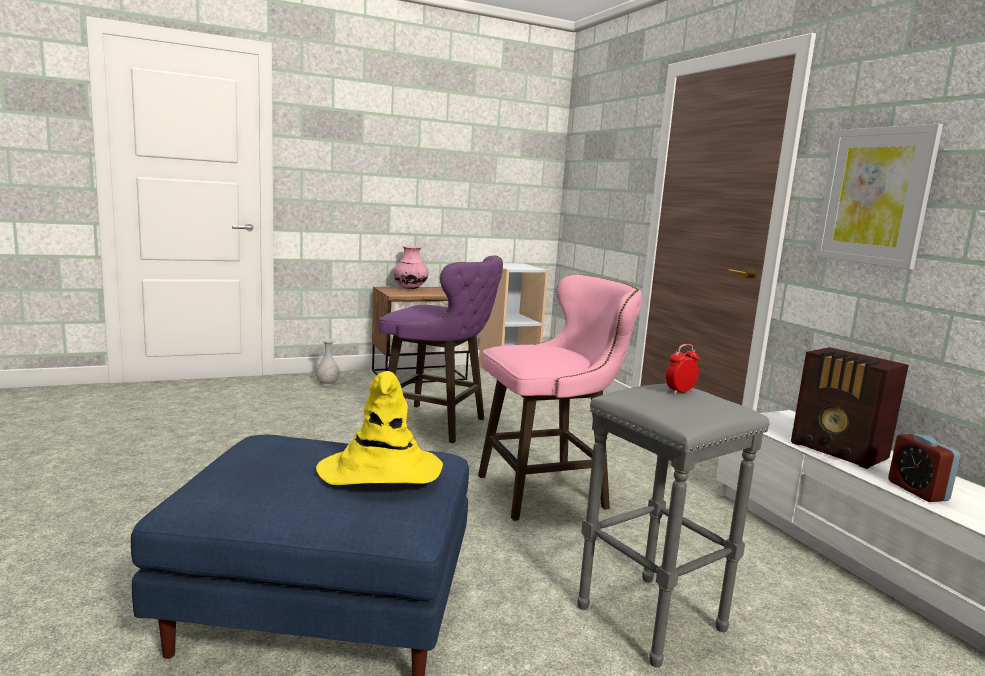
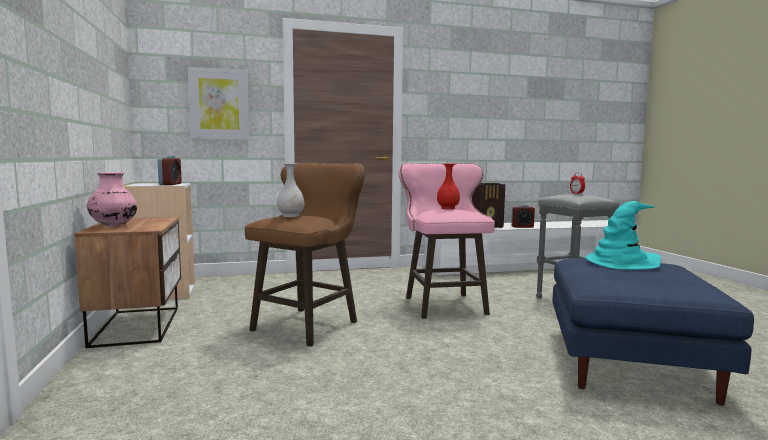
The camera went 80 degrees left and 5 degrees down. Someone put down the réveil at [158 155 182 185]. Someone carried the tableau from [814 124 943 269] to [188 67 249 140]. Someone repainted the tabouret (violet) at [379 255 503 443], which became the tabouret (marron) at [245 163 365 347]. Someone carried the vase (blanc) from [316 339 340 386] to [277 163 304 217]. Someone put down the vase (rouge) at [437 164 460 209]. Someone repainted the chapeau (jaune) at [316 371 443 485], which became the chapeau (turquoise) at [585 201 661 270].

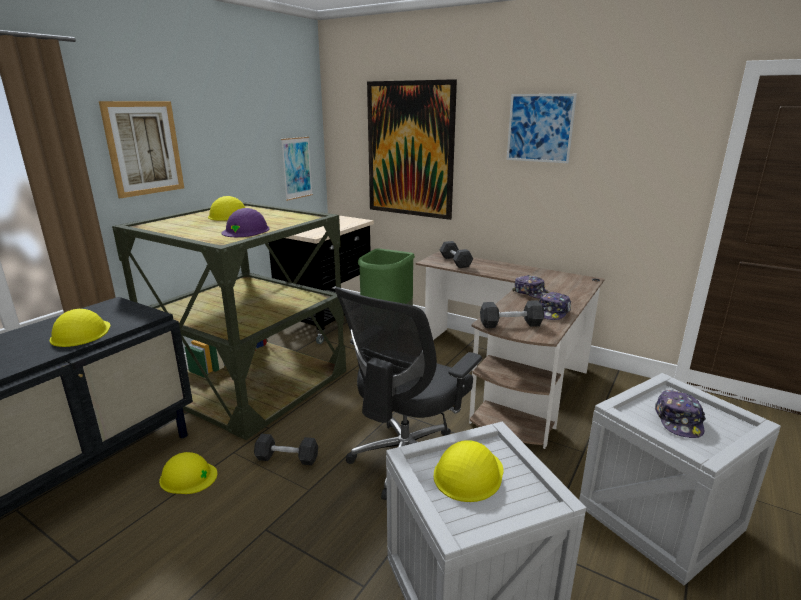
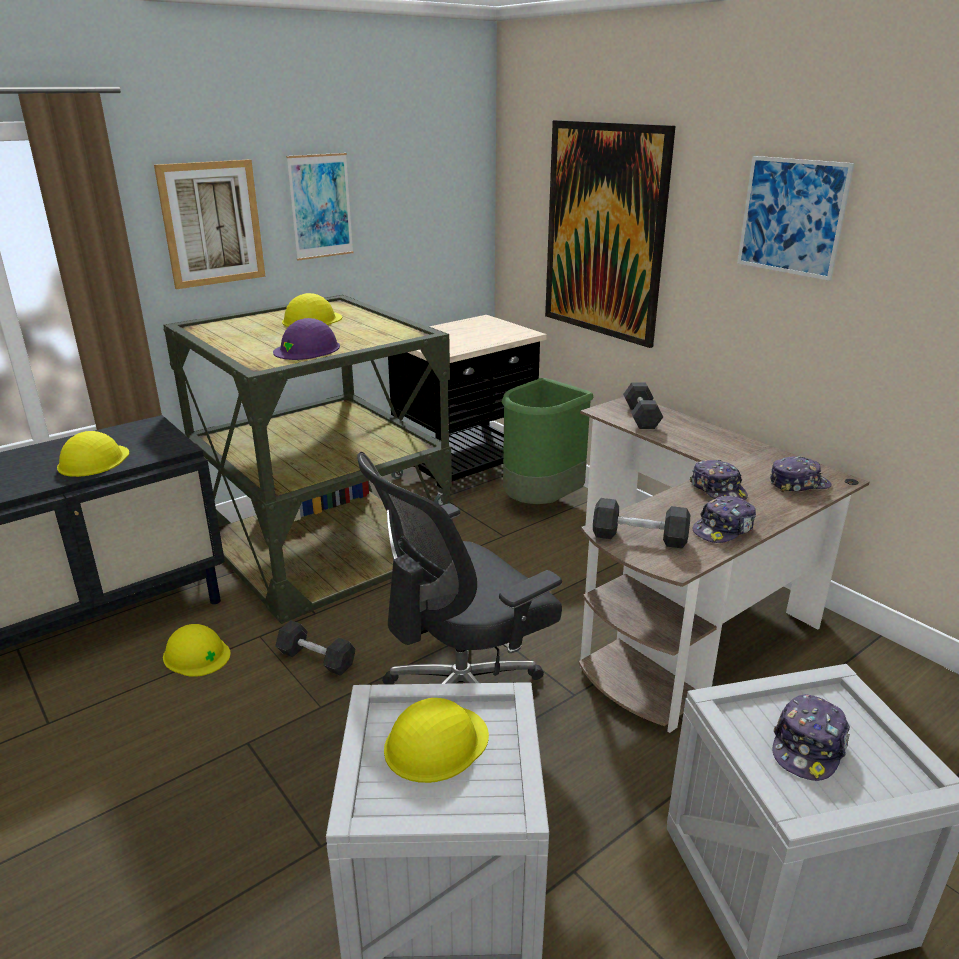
The camera went 20 degrees right and 5 degrees up. Someone carried the tableau from [281 137 313 201] to [286 153 354 261]. Someone put down the casquette at [770 456 832 492].

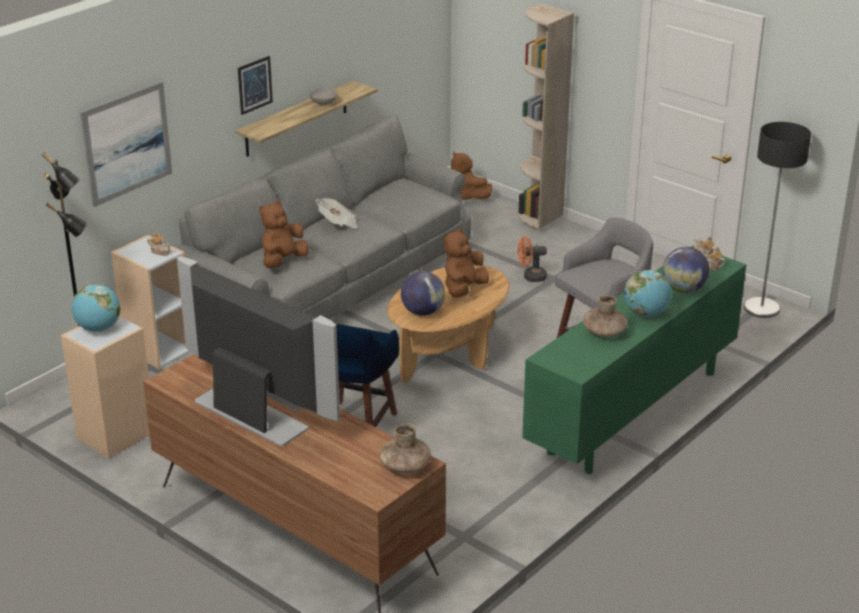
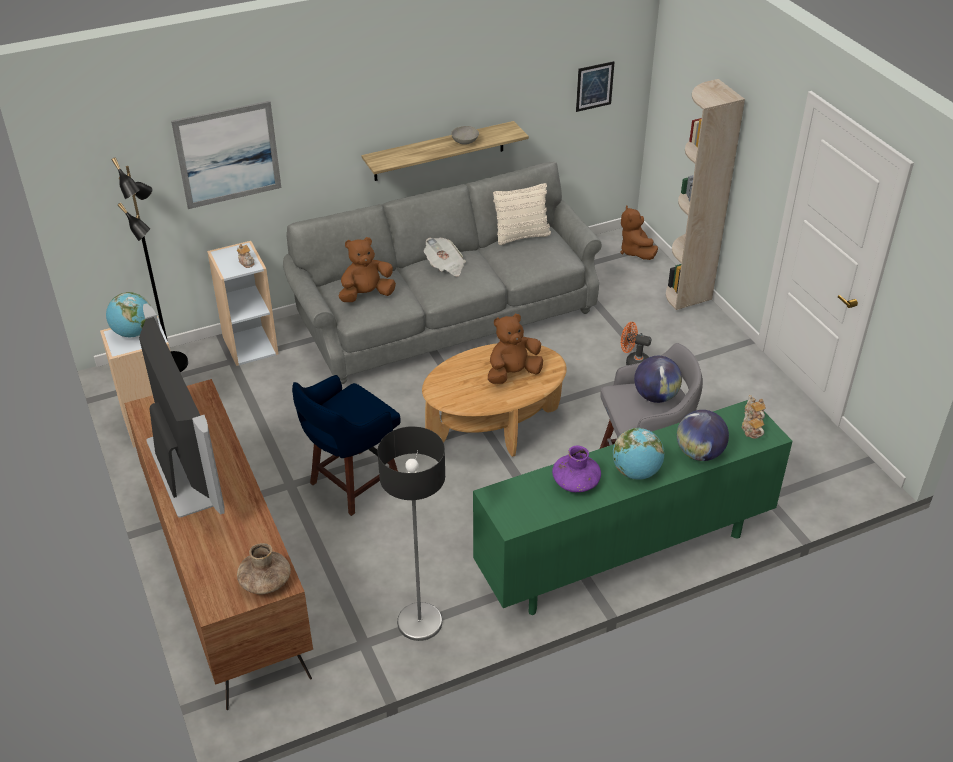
The camera went 25 degrees right and 10 degrees up. Someone carried the lampadaire from [743 122 811 318] to [378 426 445 641]. Someone put down the coussin (beige) at [493 183 551 245]. Someone repainted the vase (marron) at [583 295 628 337], which became the vase (violet) at [552 445 601 492]. Someone carried the tableau from [238 56 273 115] to [576 61 614 112]. Someone carried the globe from [401 271 445 316] to [634 356 682 403].

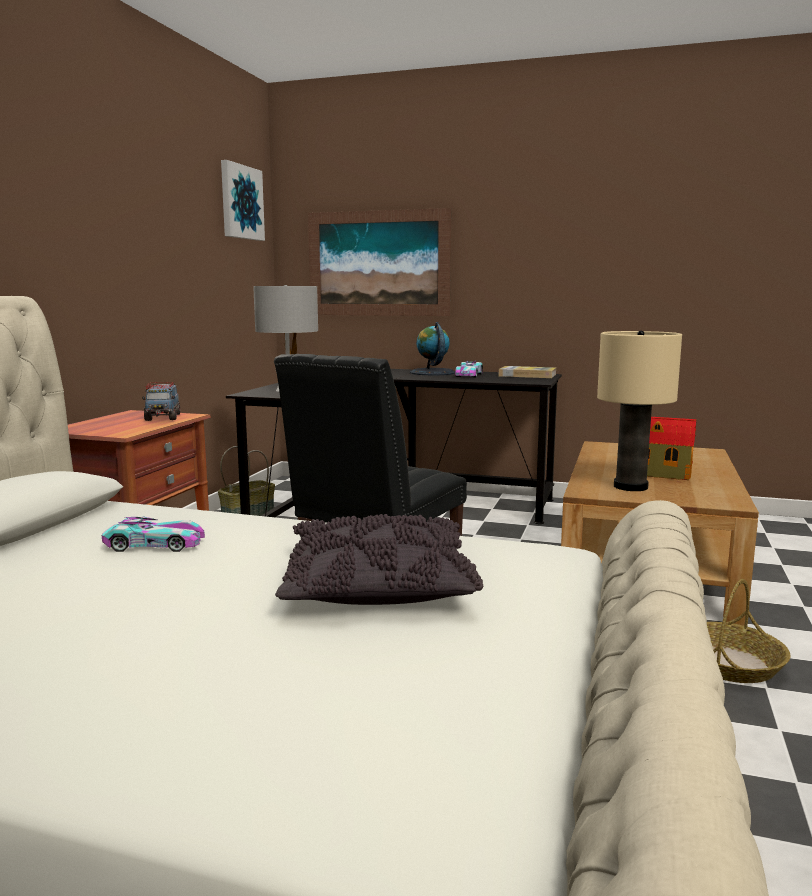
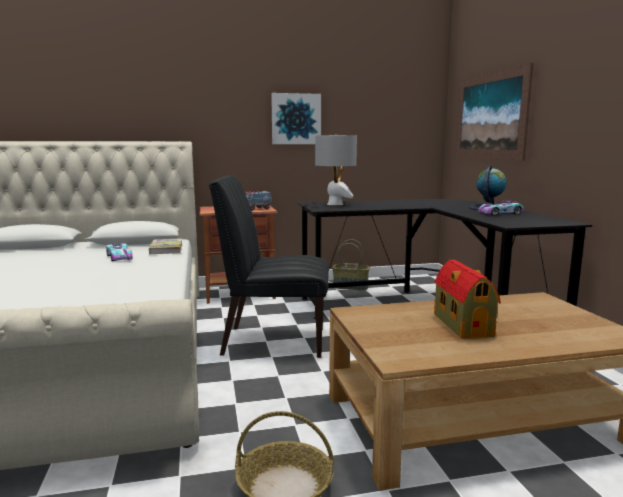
The camera went 60 degrees right and 0 degrees up. Someone carried the livre from [499 366 556 378] to [149 238 183 254]. Someone carried the tableau from [221 160 265 241] to [271 93 321 144]. Someone took away the coussin (noir) at [275 514 484 605]. Someone took away the lampe de table (beige) at [597 331 682 491].

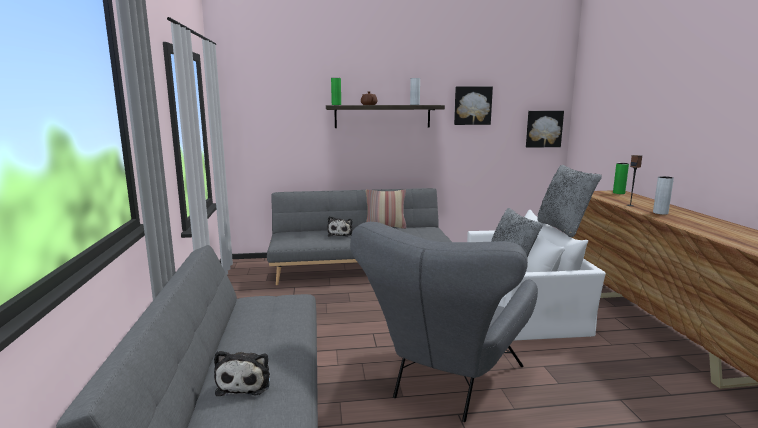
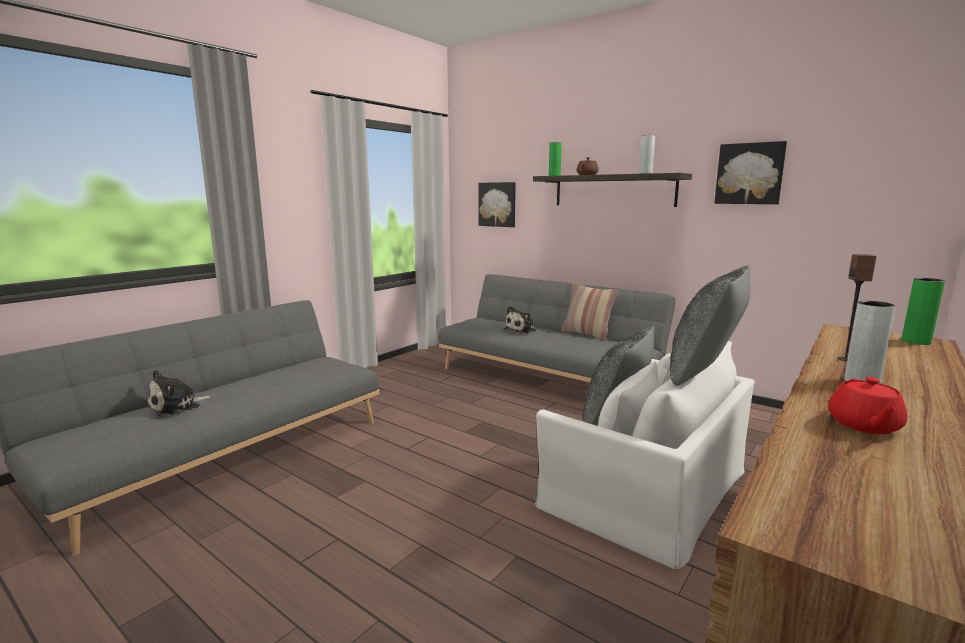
The camera went 45 degrees right and 0 degrees up. Someone carried the tableau from [526 111 564 148] to [478 182 516 227]. Someone put down the théière (rouge) at [828 377 907 434]. Someone took away the fauteuil (gris) at [350 222 538 422].

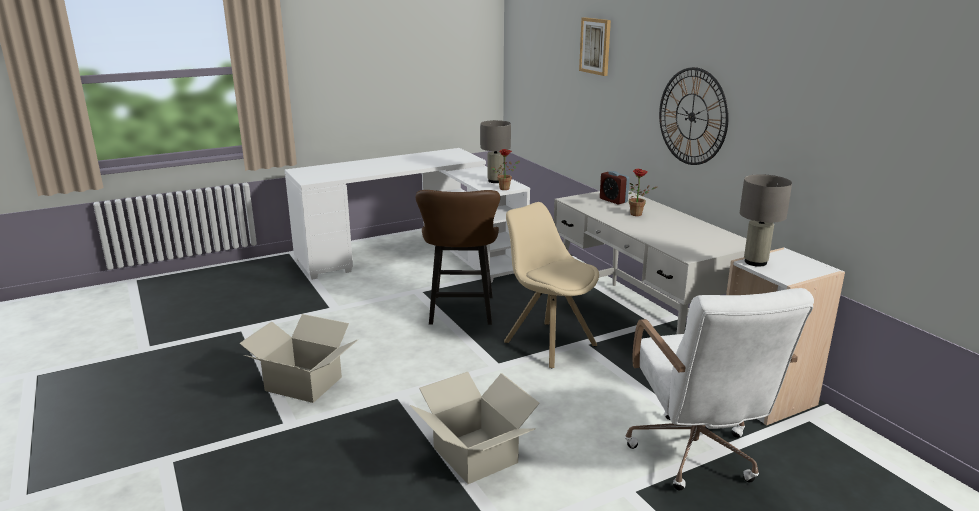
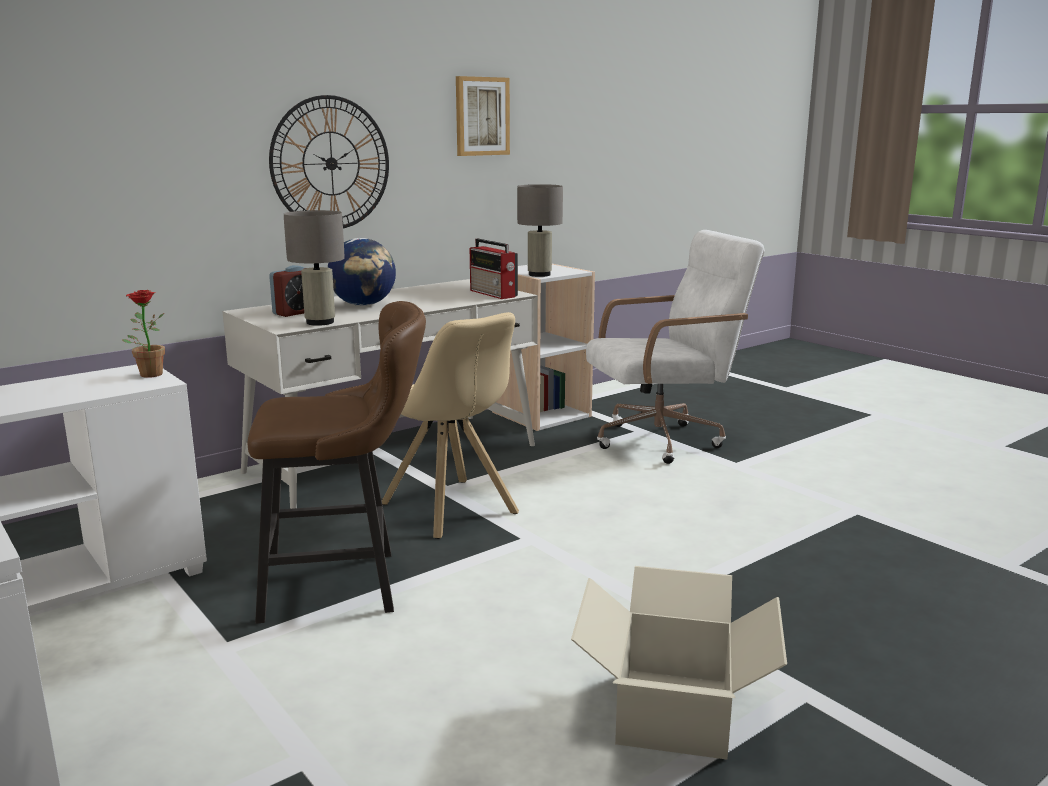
The camera went 100 degrees left and 5 degrees down. Someone carried the lampe de table (gris) from [480 120 511 183] to [284 210 344 326]. Someone swapped the plante en pot at [628 169 657 216] for the globe at [328 238 396 306]. Someone rotated the chaise (beige) at [504 202 599 368] by 75 degrees counterclockwise. Someone carried the tableau from [579 17 611 76] to [456 76 510 156]. Someone put down the radio at [470 239 518 299]. Someone took away the carton at [410 372 540 484].

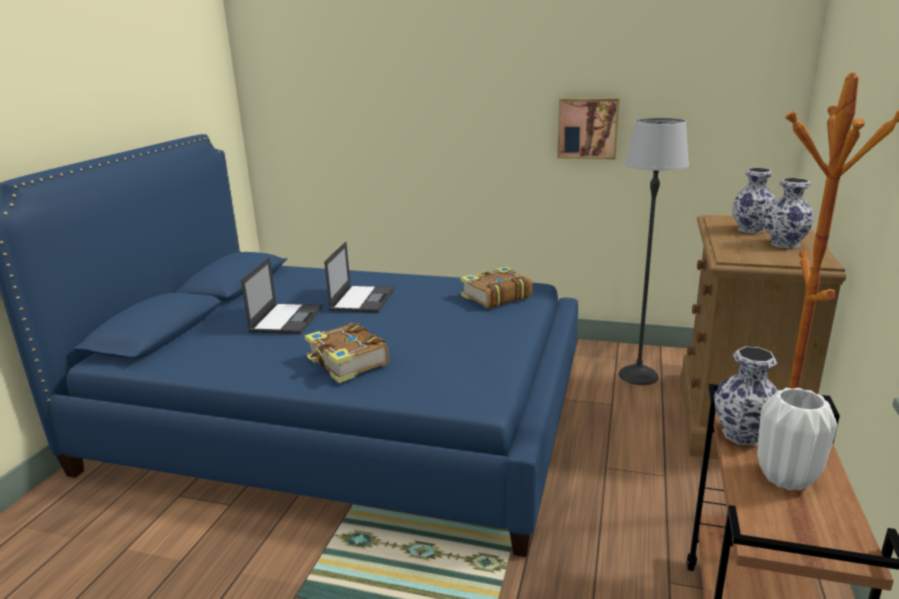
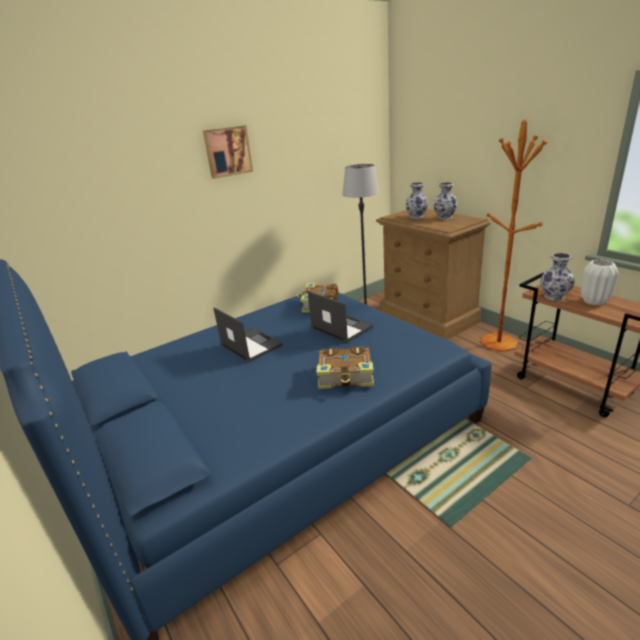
The camera went 50 degrees left and 5 degrees up. Someone carried the tableau from [557 98 620 160] to [203 125 253 179]. Someone carried the ordinateur portable from [241 257 323 334] to [308 291 374 343].

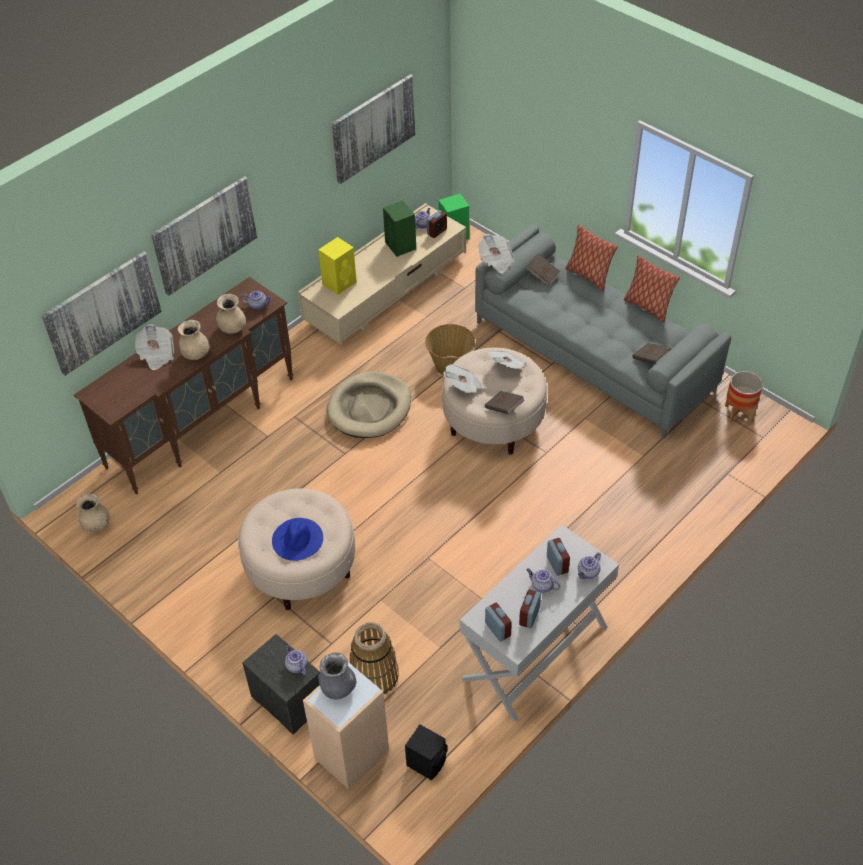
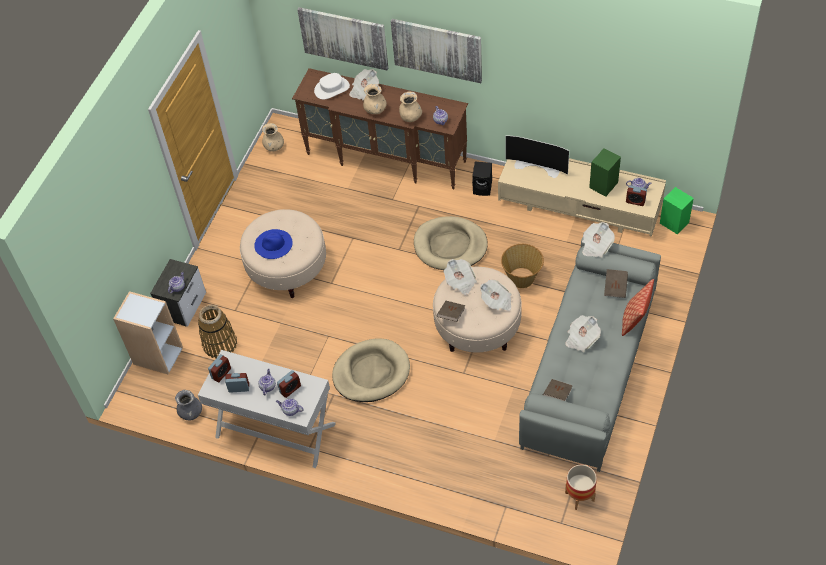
The camera went 70 degrees right and 5 degrees up. Someone carried the vase (gris) from [319 652 356 700] to [175 390 202 421]. Someone put down the chapeau (blanc) at [314 73 350 100]. Someone put down the panier pour chien (beige) at [332 338 410 402]. Someone carried the enceinte (noir) from [405 724 448 781] to [472 162 492 196]. Someone swapped the enceinte (jaune) at [318 237 357 295] for the téléviseur at [506 135 569 178]. Someone put down the journal at [565 315 601 352]. Someone took away the tableau at [332 74 416 184]. Someone took away the coussin at [624 255 680 323].

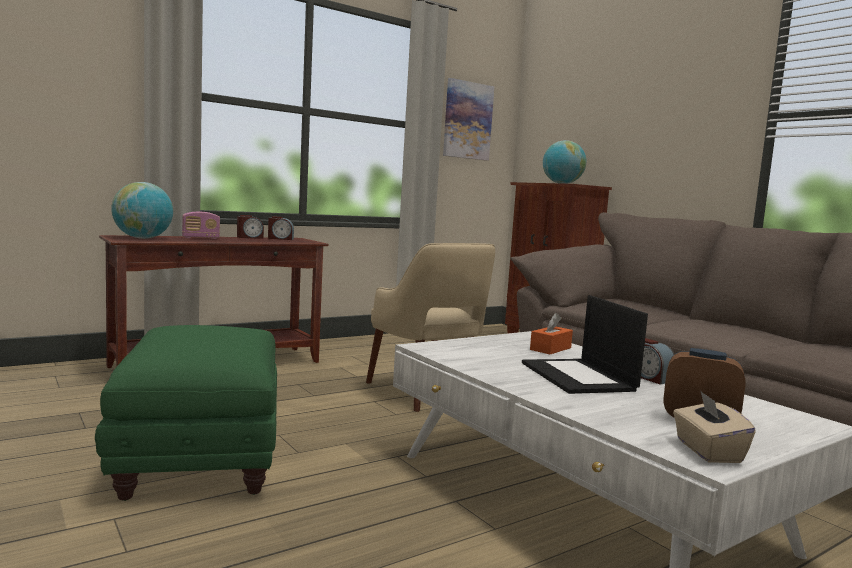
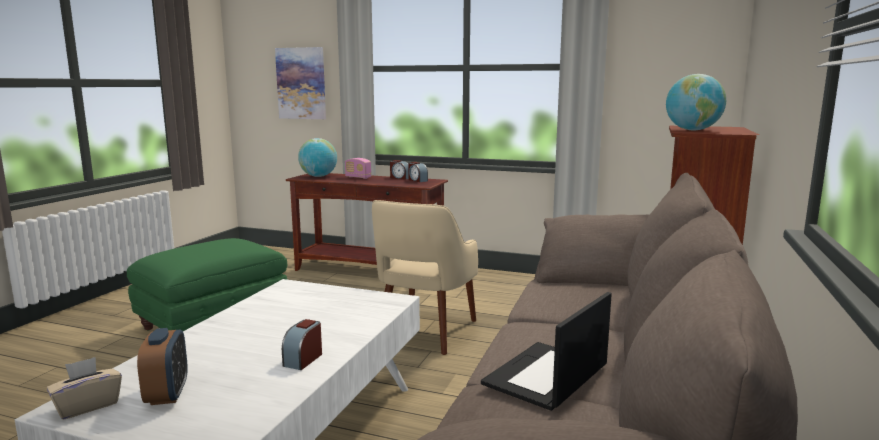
The camera went 55 degrees right and 5 degrees up. Someone carried the tableau from [443 78 494 161] to [275 47 326 119]. Someone carried the ordinateur portable from [522 295 648 394] to [481 292 612 411]. Someone took away the boîte à mouchoirs (orange) at [530 313 573 354].

